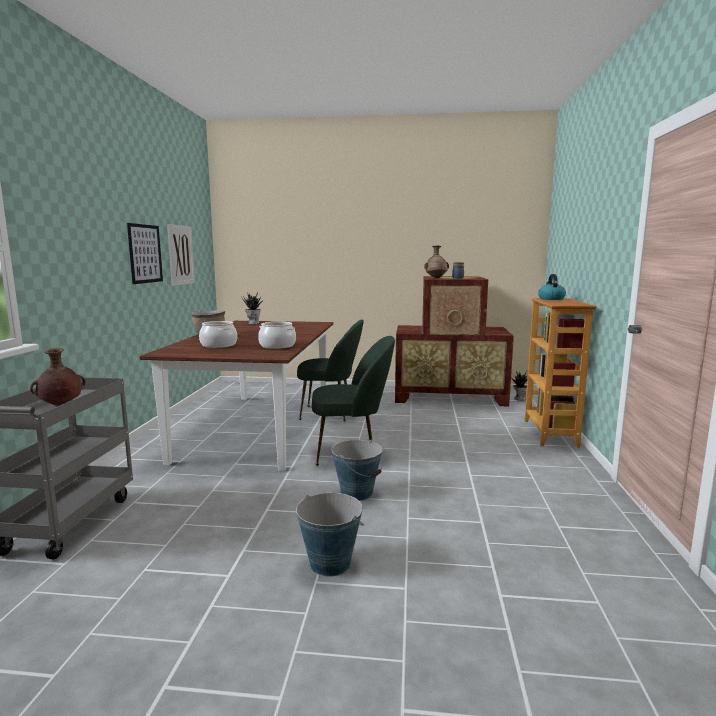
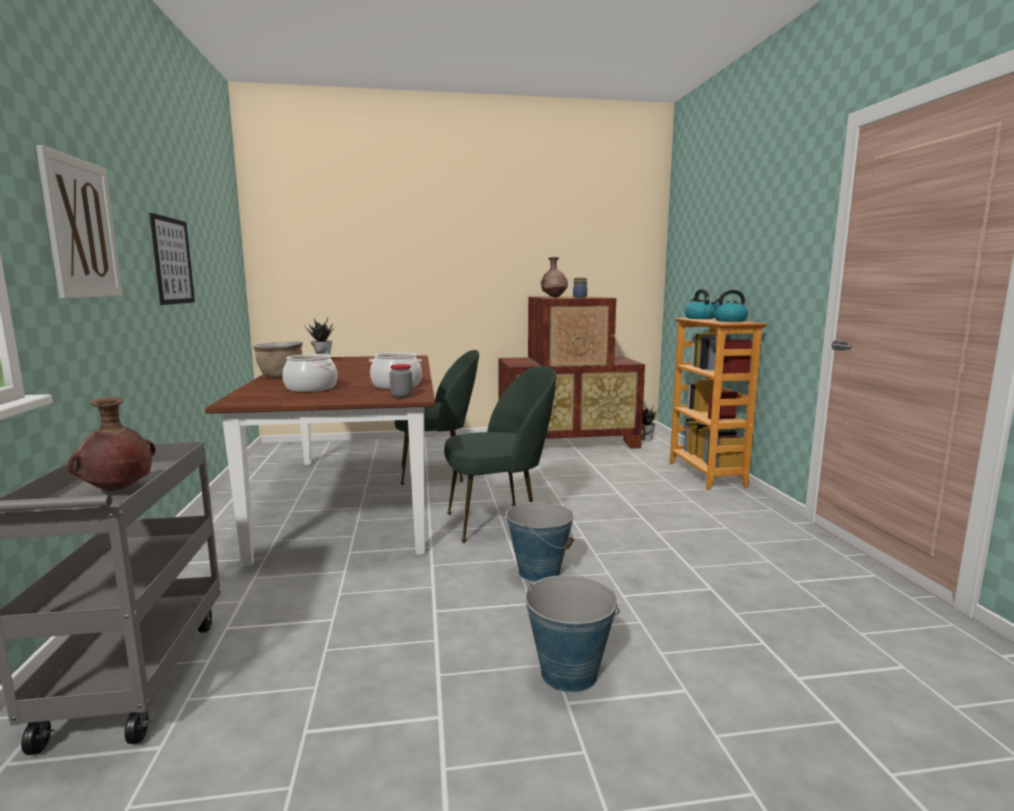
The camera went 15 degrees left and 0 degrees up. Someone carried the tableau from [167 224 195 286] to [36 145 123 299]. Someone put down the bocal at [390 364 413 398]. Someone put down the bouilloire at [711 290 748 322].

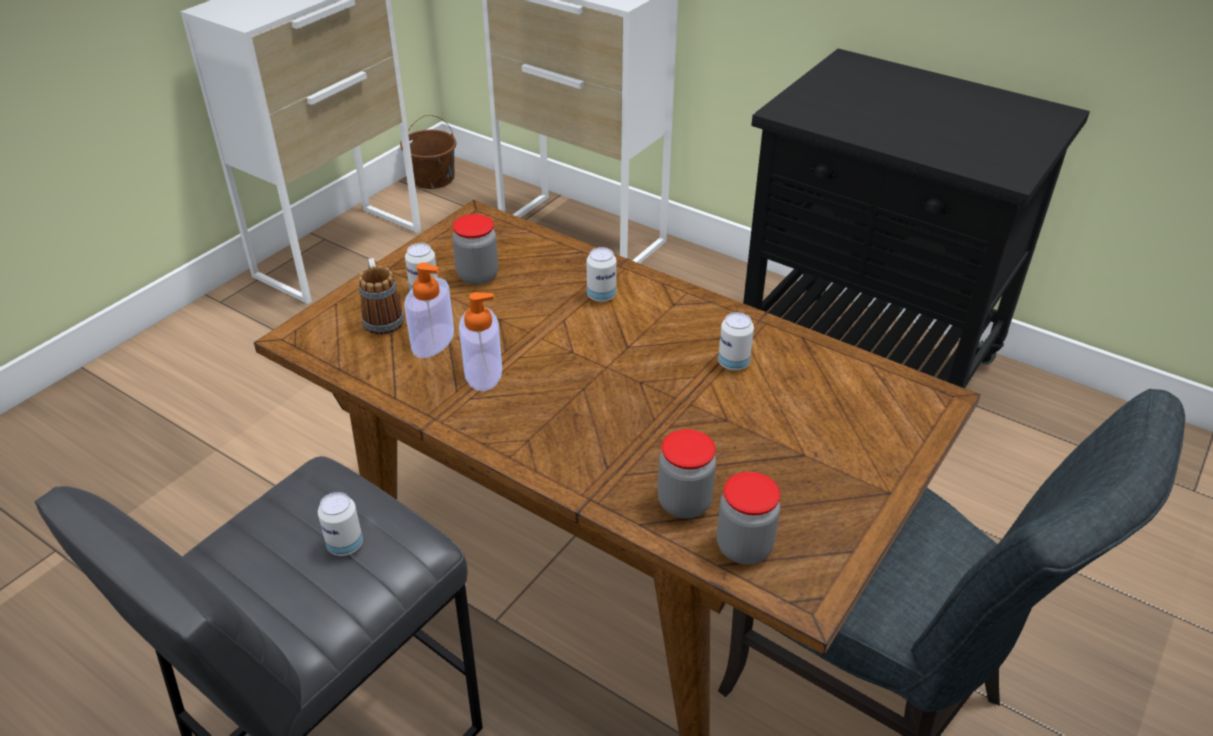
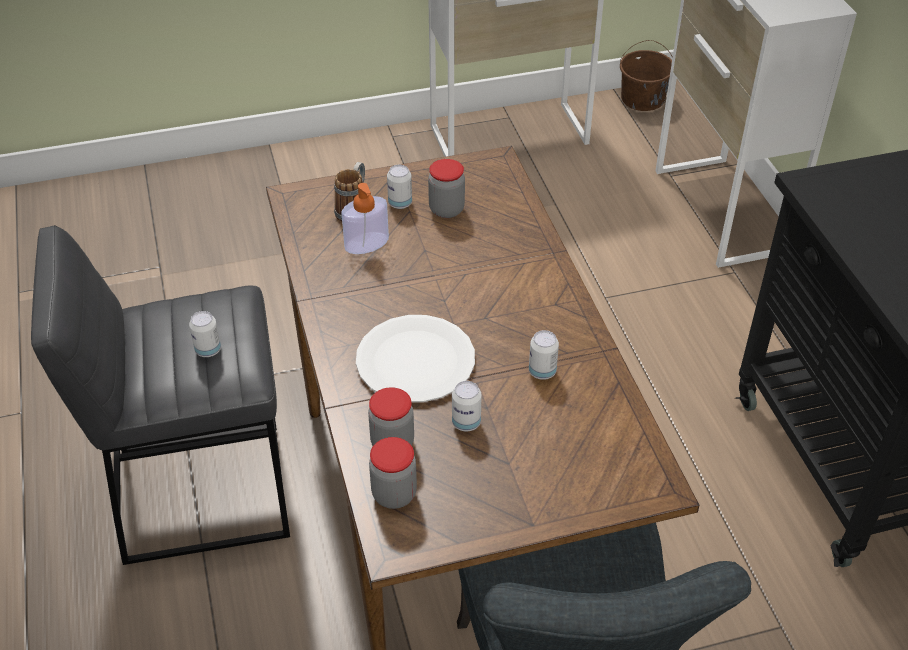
The camera went 40 degrees right and 5 degrees up. Someone put down the assiette (blanc) at [356 315 475 402]. Someone carried the boîte métallique from [587 247 616 302] to [452 381 482 432]. Someone took away the distributeur de savon at [459 292 502 391].

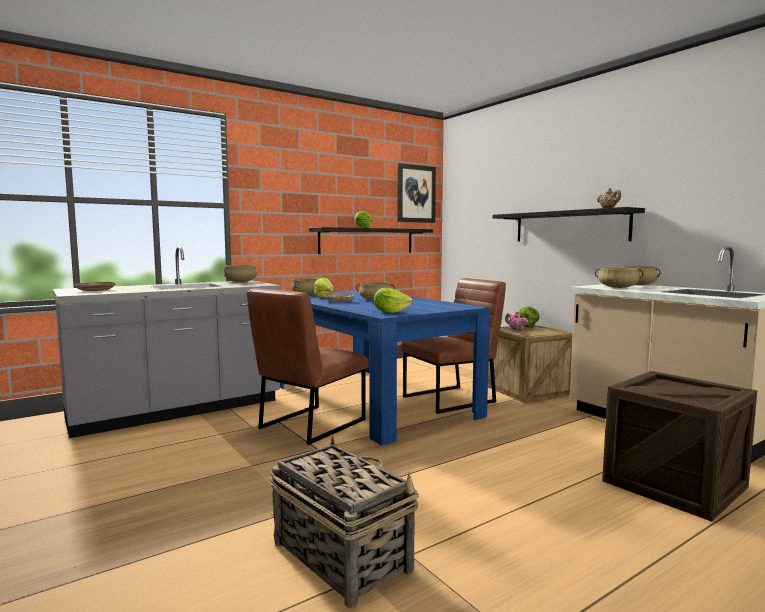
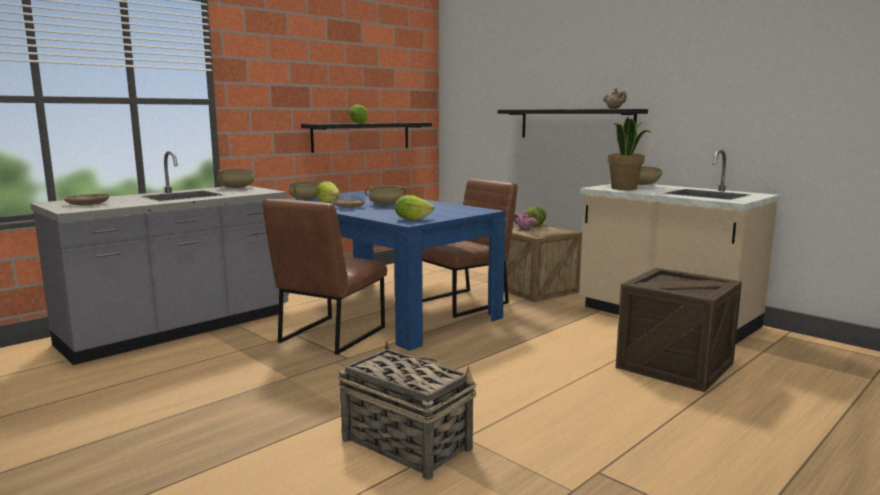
The camera went 10 degrees left and 5 degrees up. Someone swapped the marmite (beige) at [595 268 644 288] for the plante en pot at [607 117 651 190]. Someone took away the tableau at [398 163 436 223].

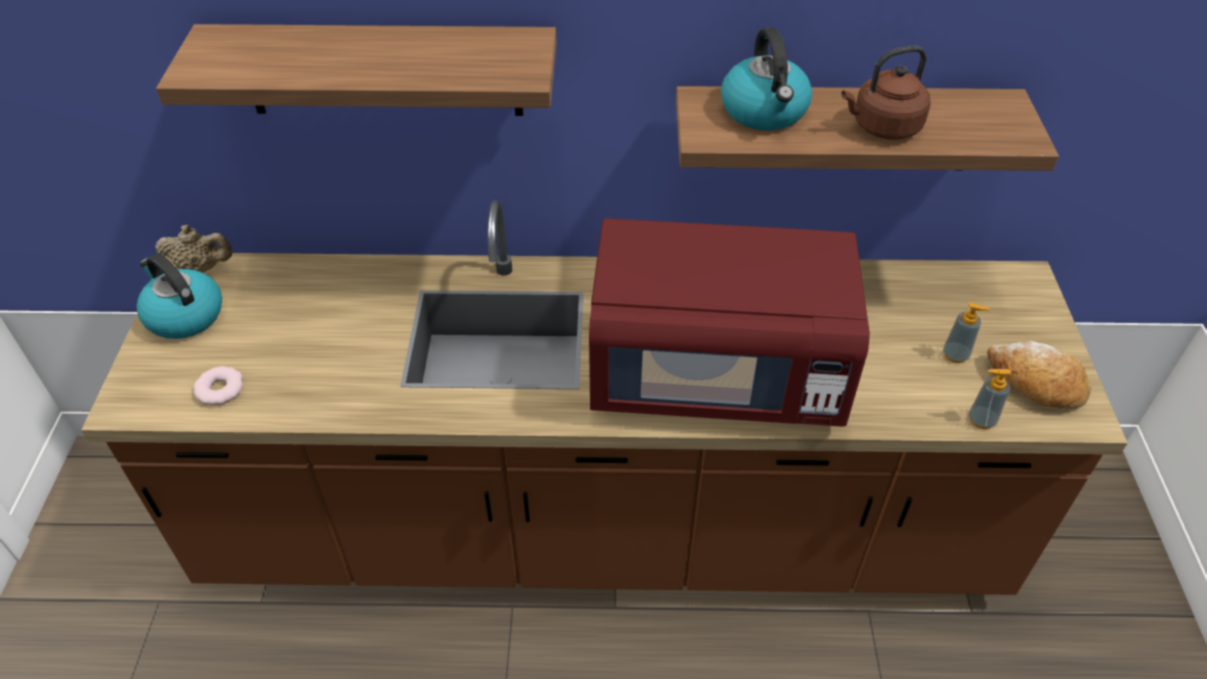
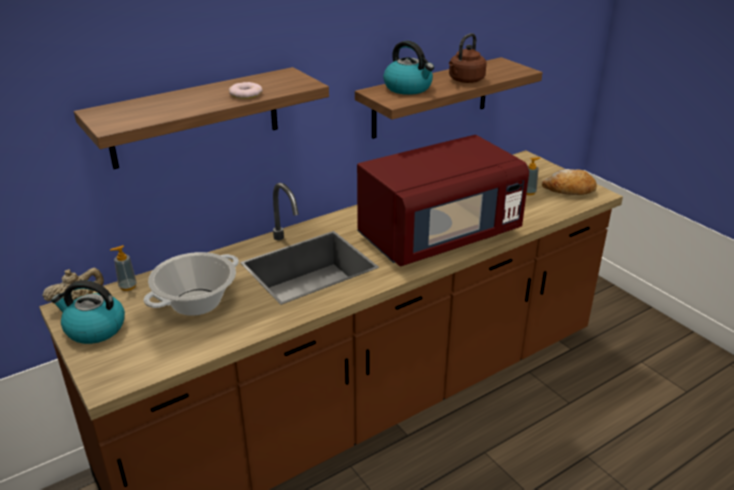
The camera went 35 degrees left and 15 degrees down. Someone carried the distributeur de savon from [969 369 1011 429] to [110 245 137 291]. Someone put down the marmite at [144 252 239 316]. Someone carried the beignet from [193 366 243 405] to [229 82 263 99].

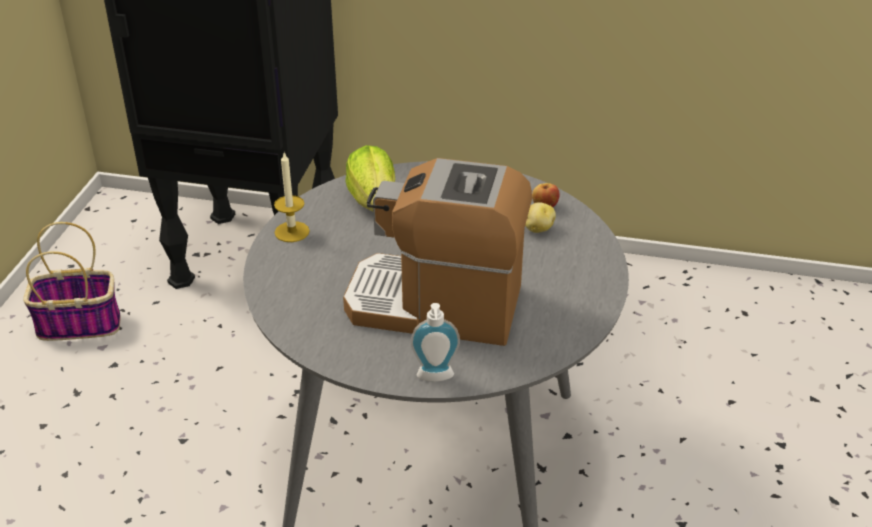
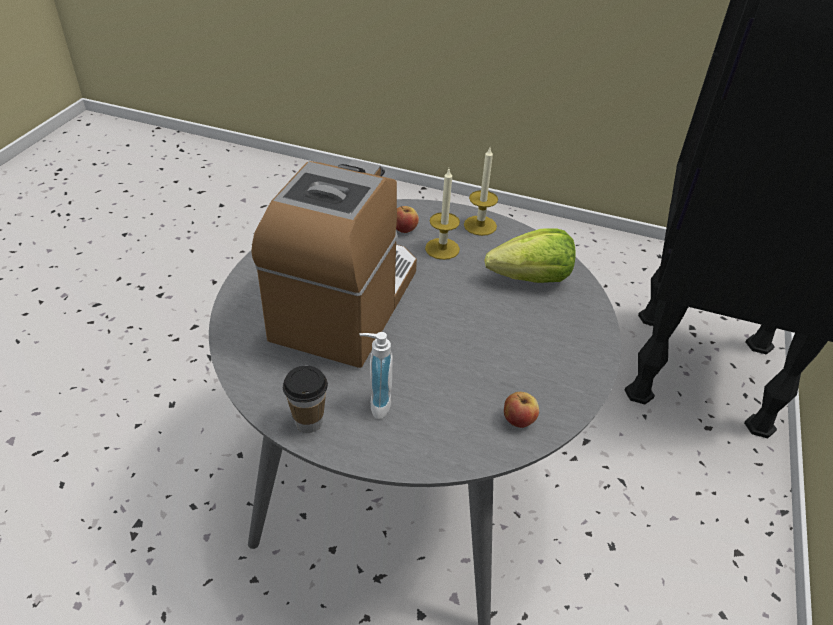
The camera went 95 degrees right and 5 degrees up. Someone put down the tasse at [283 366 328 433]. Someone carried the distributeur de savon from [411 303 460 382] to [359 332 393 419]. Someone put down the pomme at [396 206 419 233]. Someone put down the bougie at [425 169 460 260]. Someone took away the panier at [23 222 121 341]. Someone took away the pomme de terre at [525 202 556 233].

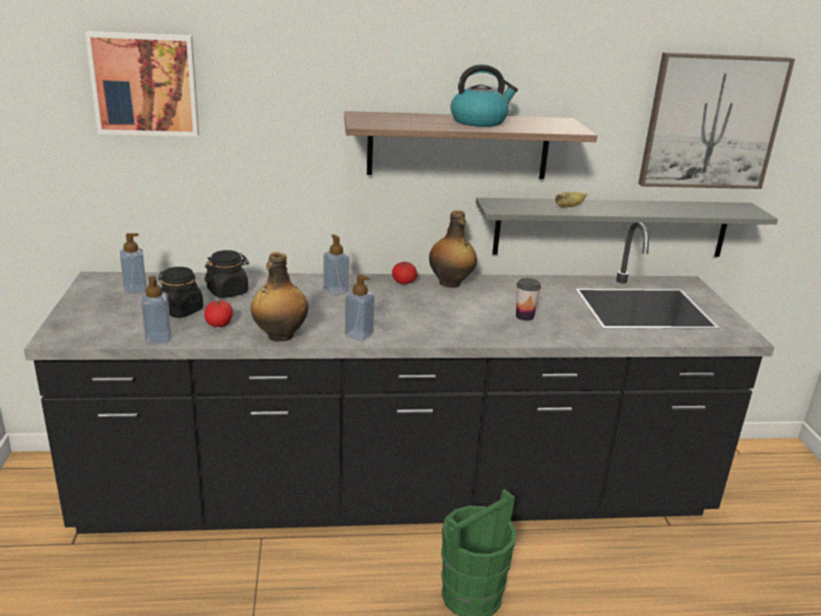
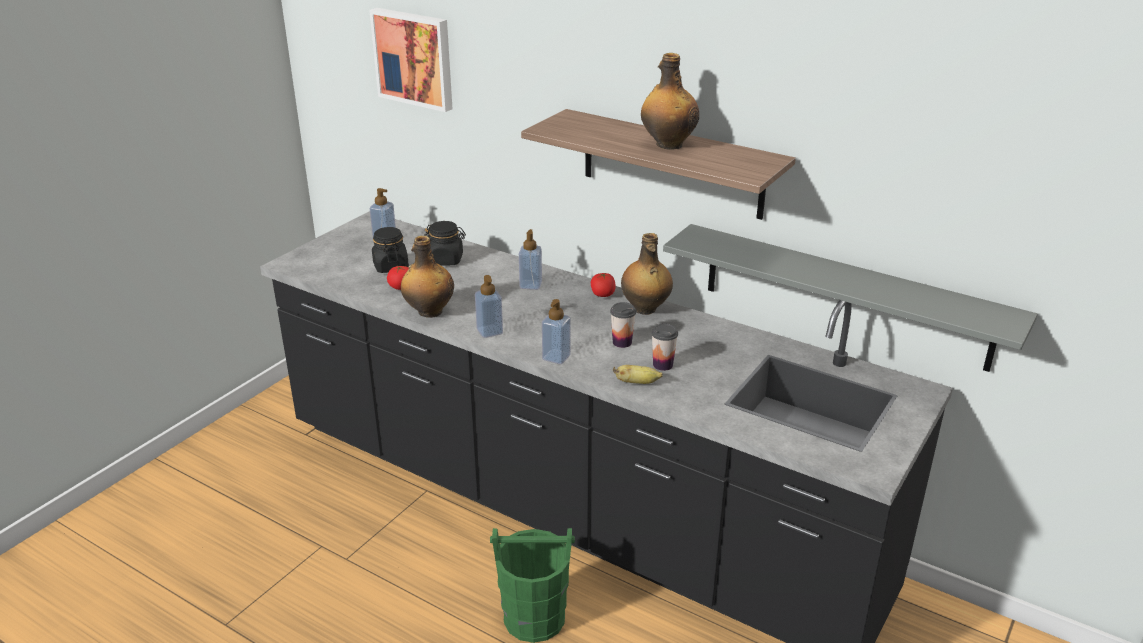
The camera went 40 degrees right and 5 degrees up. Someone carried the distributeur de savon from [141 276 171 344] to [542 299 571 364]. Someone put down the tasse at [610 302 636 348]. Someone carried the banane from [555 192 587 208] to [613 365 663 384]. Someone swapped the bouilloire at [450 64 518 127] for the bouteille at [641 53 699 150]. Someone took away the tableau at [638 52 795 189].

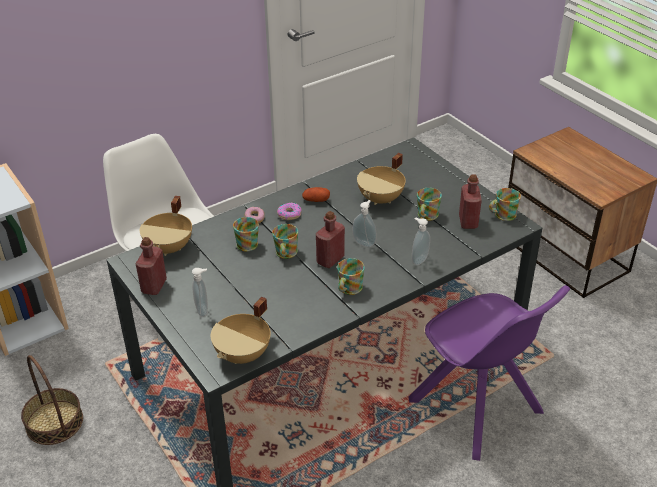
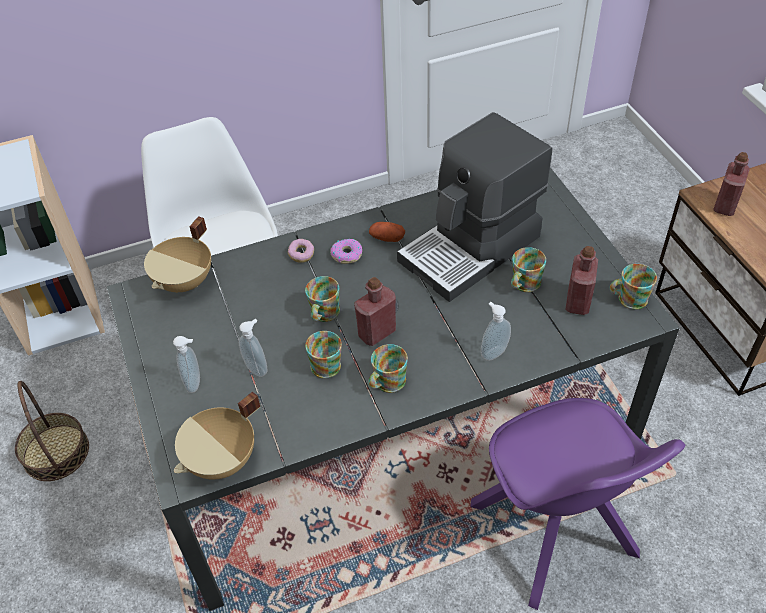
The camera went 15 degrees right and 10 degrees up. Someone carried the distributeur de savon from [352 200 377 247] to [239 319 267 377]. Someone carried the mug from [233 217 259 252] to [305 331 342 378]. Someone swapped the marmite (beige) at [357 153 406 205] for the machine à café at [397 112 552 302]. Someone carried the bouteille (rouge) from [136 237 167 295] to [713 152 750 216].

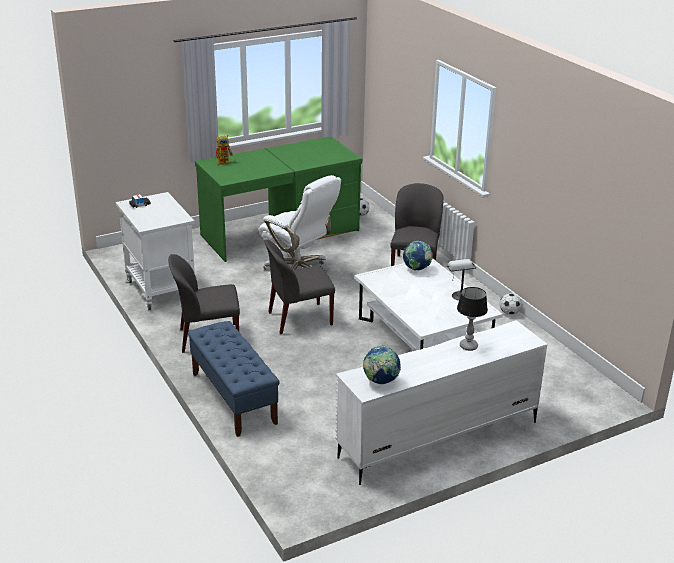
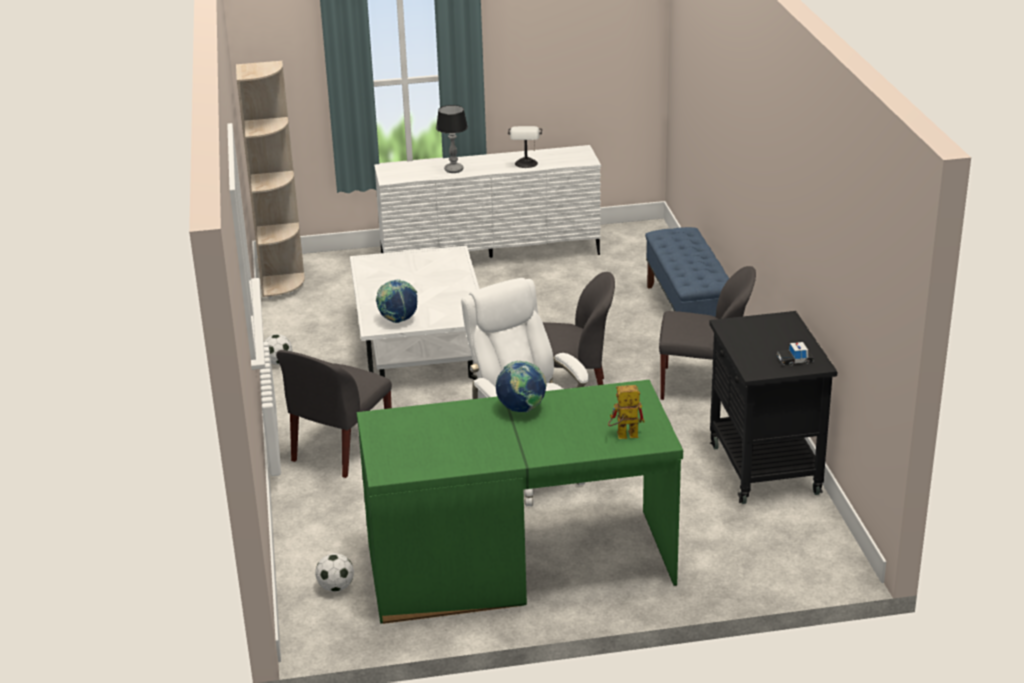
The camera went 160 degrees left and 0 degrees up. Someone put down the bibliothèque (beige) at [236 61 305 299]. Someone carried the globe from [363 345 401 384] to [496 361 546 412]. Someone carried the lampe de table from [447 259 476 301] to [508 126 542 168]. Someone repainted the chariot (blanc) at [116 192 195 310], which became the chariot (noir) at [709 311 838 504].

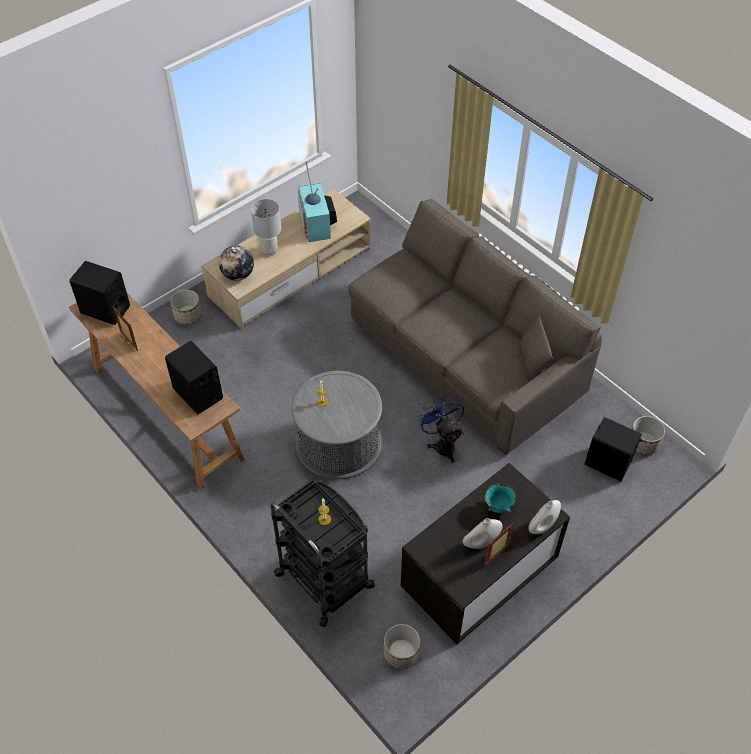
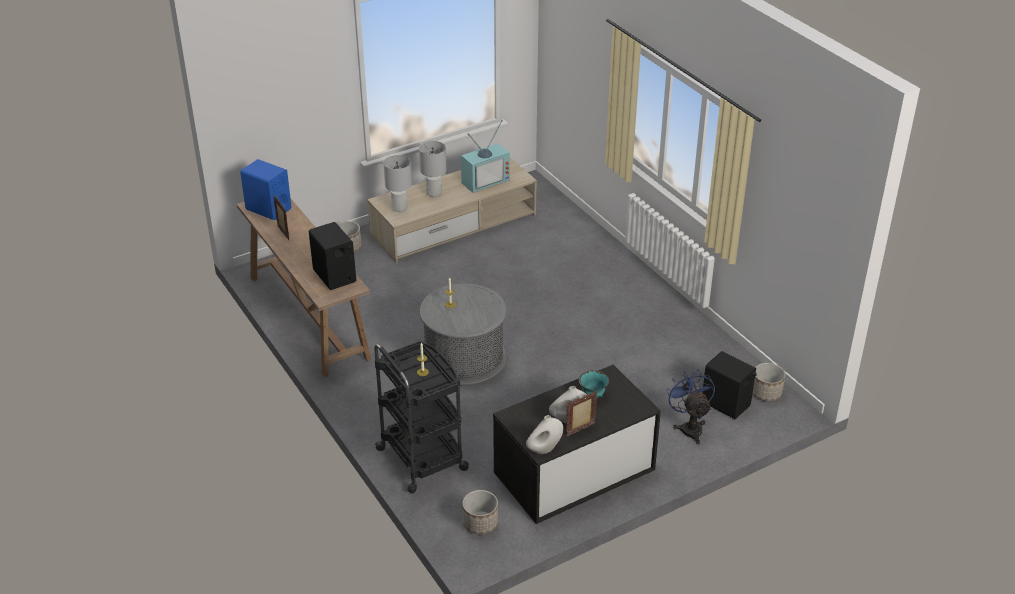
The camera went 10 degrees right and 15 degrees down. Someone repainted the enceinte (noir) at [69 261 130 325], which became the enceinte (bleu) at [240 159 291 220]. Someone swapped the globe at [219 246 254 281] for the lampe de table (gris) at [383 155 412 212]. Someone rotated the téléviseur at [298 161 337 242] by 120 degrees counterclockwise. Someone carried the vase (blanc) from [528 500 561 534] to [526 415 563 454]. Someone carried the ventilateur (bleu) from [418 395 464 463] to [666 370 715 445]. Someone took away the canapé (gris) at [348 199 602 454].

